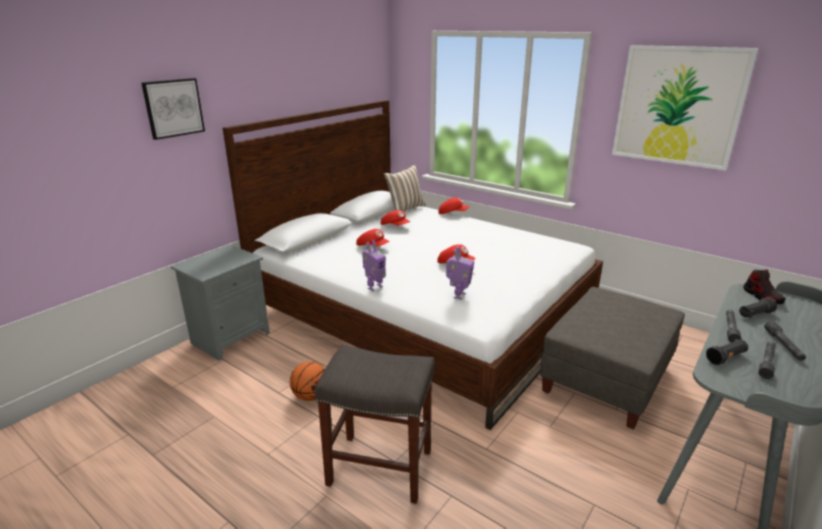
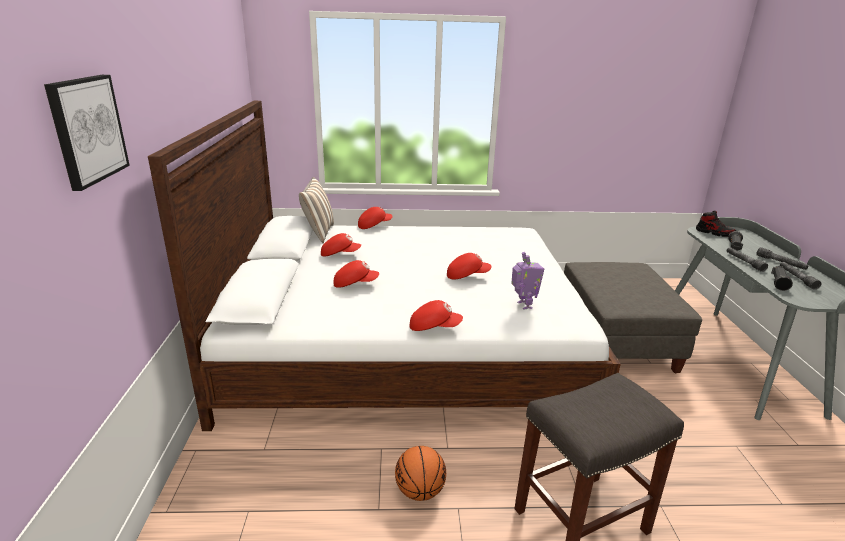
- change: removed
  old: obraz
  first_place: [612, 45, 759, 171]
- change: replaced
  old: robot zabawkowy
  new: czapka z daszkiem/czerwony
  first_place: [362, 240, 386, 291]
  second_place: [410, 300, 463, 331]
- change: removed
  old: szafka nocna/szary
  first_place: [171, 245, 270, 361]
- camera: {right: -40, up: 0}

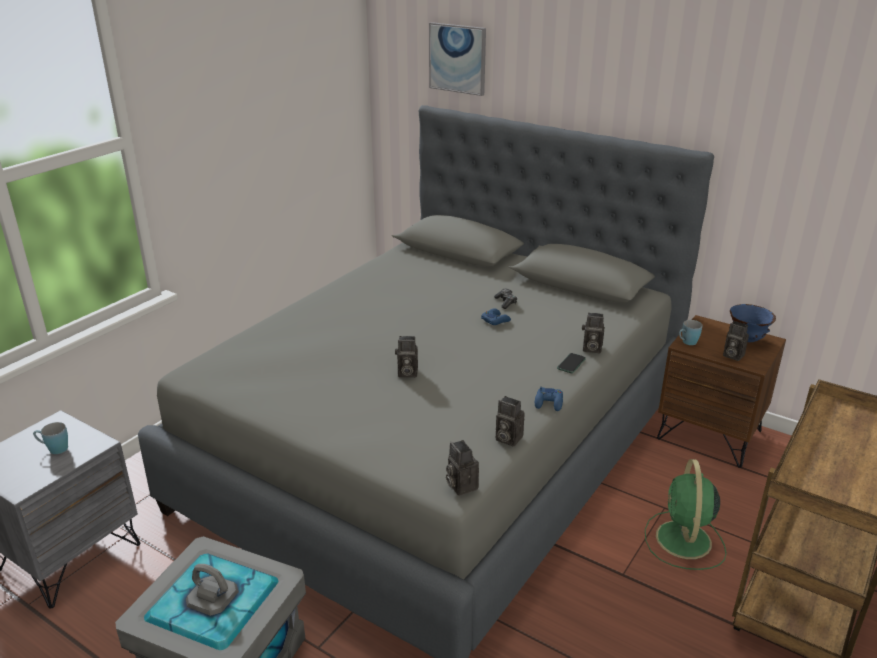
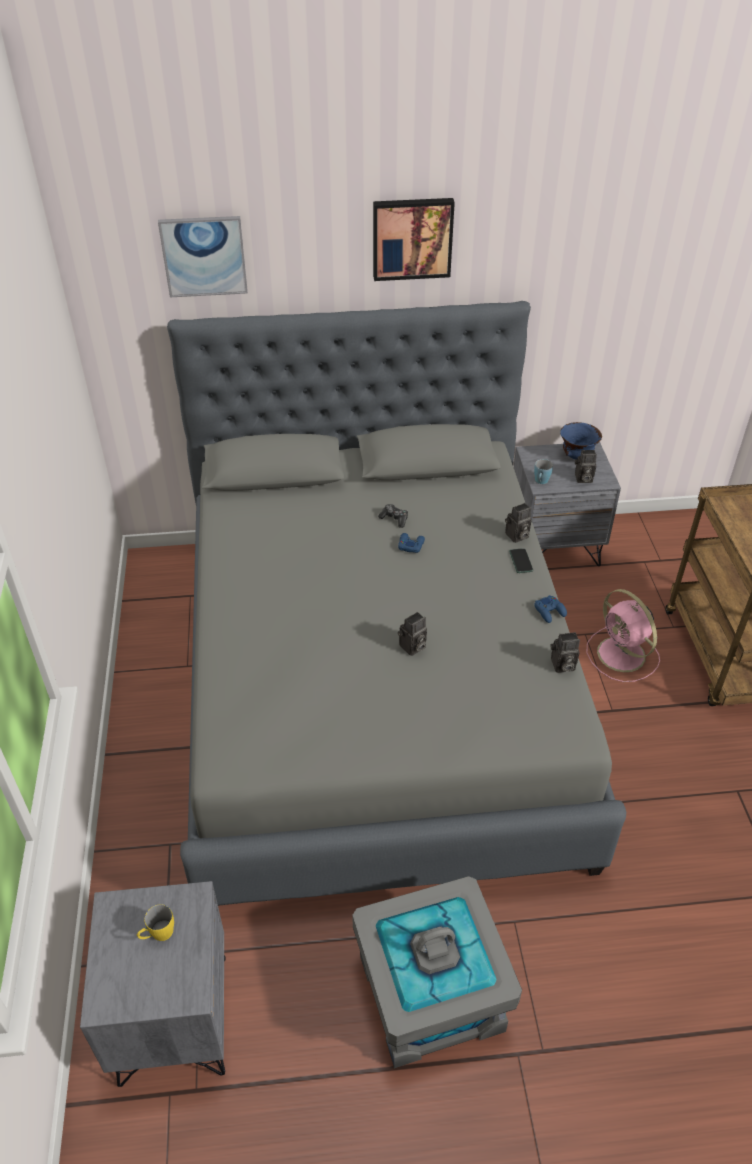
- change: recoloured
  old: szafka nocna/brązowy
  new: szafka nocna/szary
  first_place: [657, 315, 786, 468]
  second_place: [514, 442, 621, 566]
- change: recoloured
  old: kubek/niebieski
  new: kubek/żółty
  first_place: [33, 422, 68, 454]
  second_place: [137, 904, 174, 941]
- change: removed
  old: aparat fotograficzny
  first_place: [446, 440, 479, 496]
- change: recoloured
  old: wentylator/zielony
  new: wentylator/różowy
  first_place: [645, 459, 727, 570]
  second_place: [586, 589, 660, 682]
- change: added
  new: obraz
  second_place: [373, 198, 455, 281]
- camera: {right: -40, up: 15}

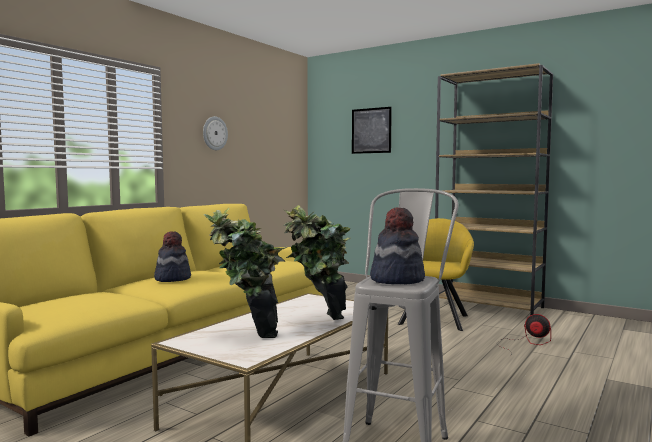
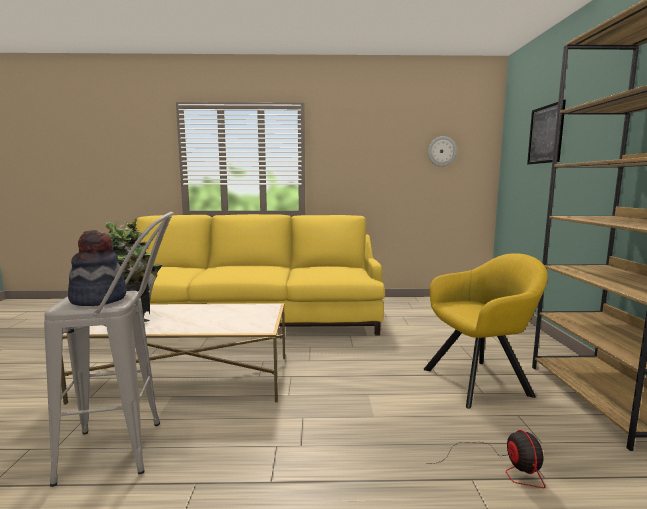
- change: moved
  old: zegar ścienny
  first_place: [203, 116, 228, 150]
  second_place: [428, 136, 457, 167]
- change: removed
  old: roślina doniczkowa
  first_place: [284, 205, 350, 320]
- change: removed
  old: kapelusz
  first_place: [154, 231, 191, 282]
- camera: {right: 55, up: 5}

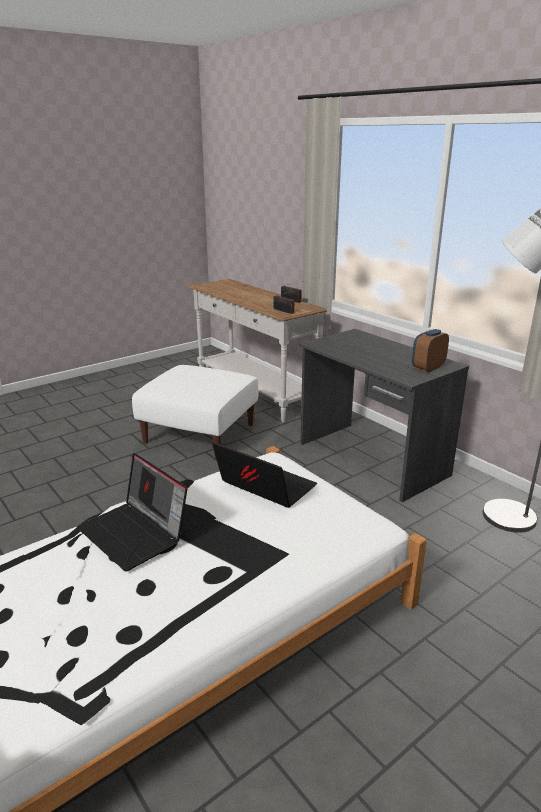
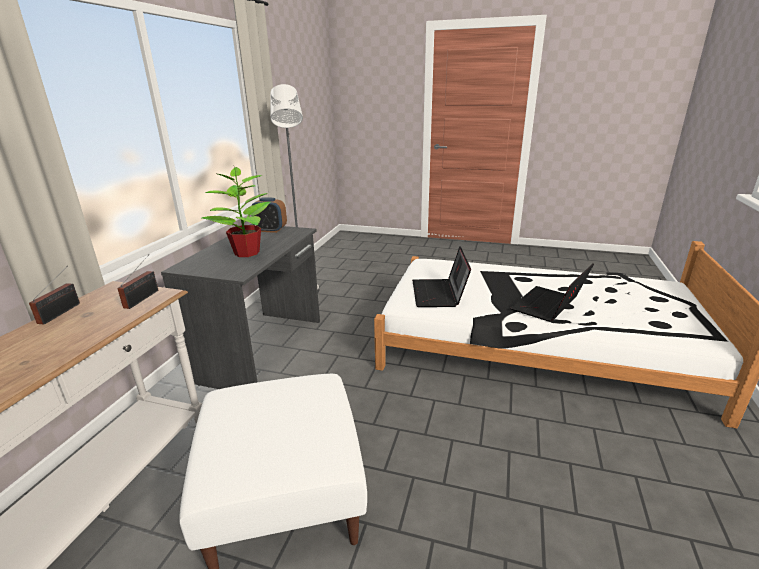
- change: turned
  old: laptop
  first_place: [77, 453, 188, 572]
  second_place: [510, 263, 594, 322]
  degrees: -150
- change: added
  new: roślina doniczkowa
  second_place: [202, 165, 271, 257]
- camera: {right: -125, up: 0}

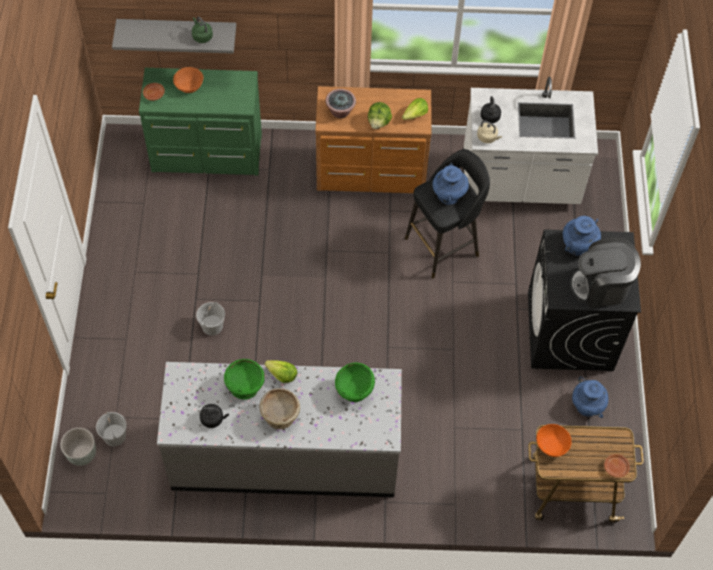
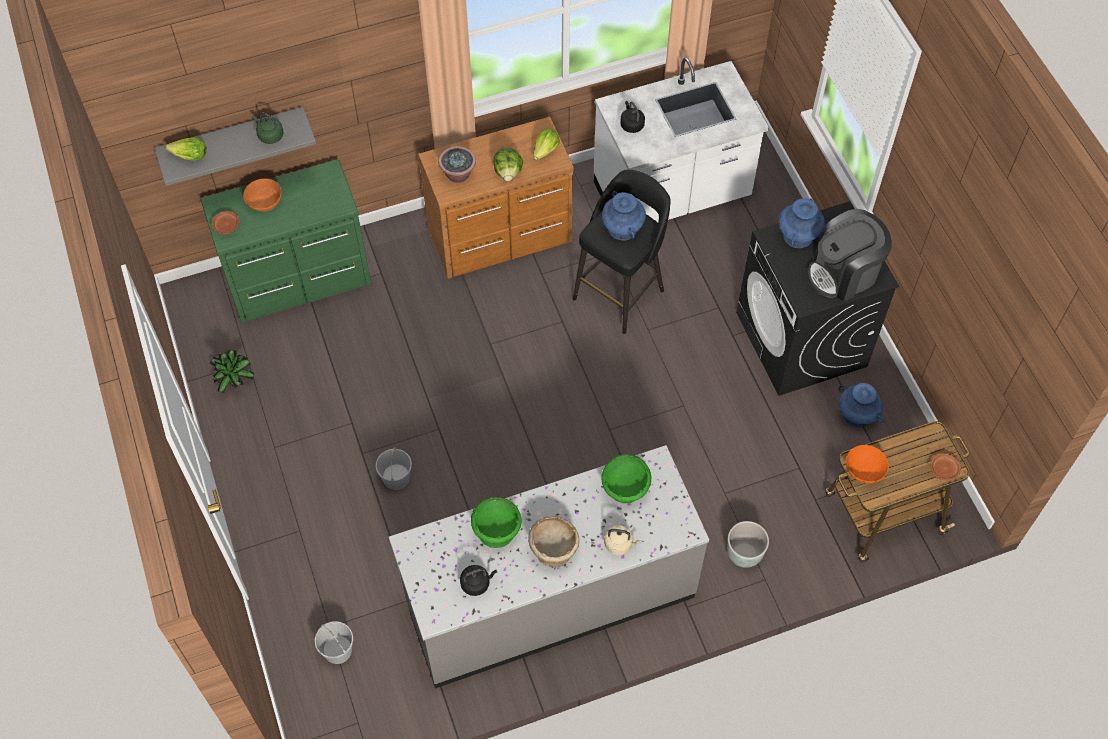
- change: moved
  old: czajnik/beżowy
  first_place: [477, 120, 502, 143]
  second_place: [604, 525, 641, 555]
- change: moved
  old: sałata
  first_place: [265, 360, 298, 383]
  second_place: [166, 138, 207, 161]
- change: moved
  old: donica/szary
  first_place: [61, 428, 96, 466]
  second_place: [727, 521, 769, 568]
- change: added
  new: roślina doniczkowa
  second_place: [209, 350, 254, 394]
- camera: {right: -20, up: 0}

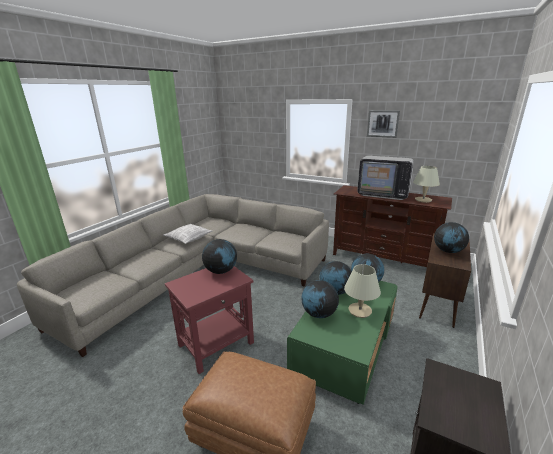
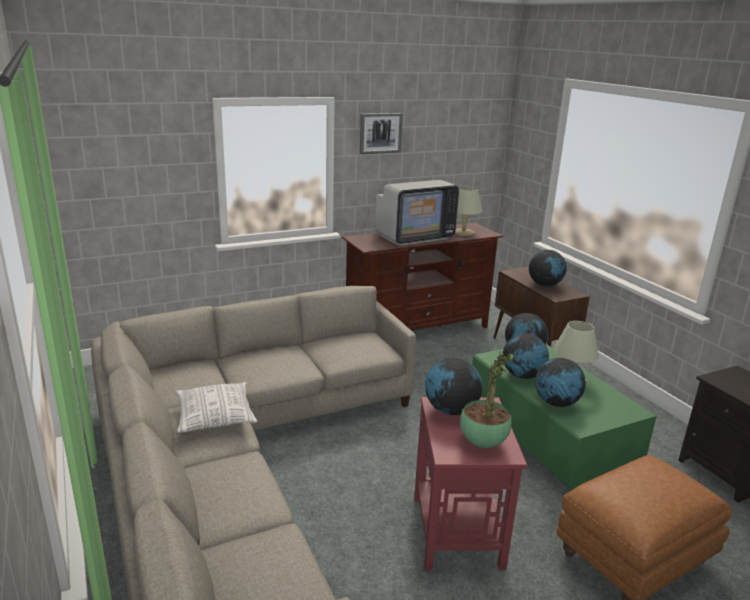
- change: added
  new: roślina doniczkowa
  second_place: [460, 352, 514, 448]
- camera: {right: -55, up: 0}

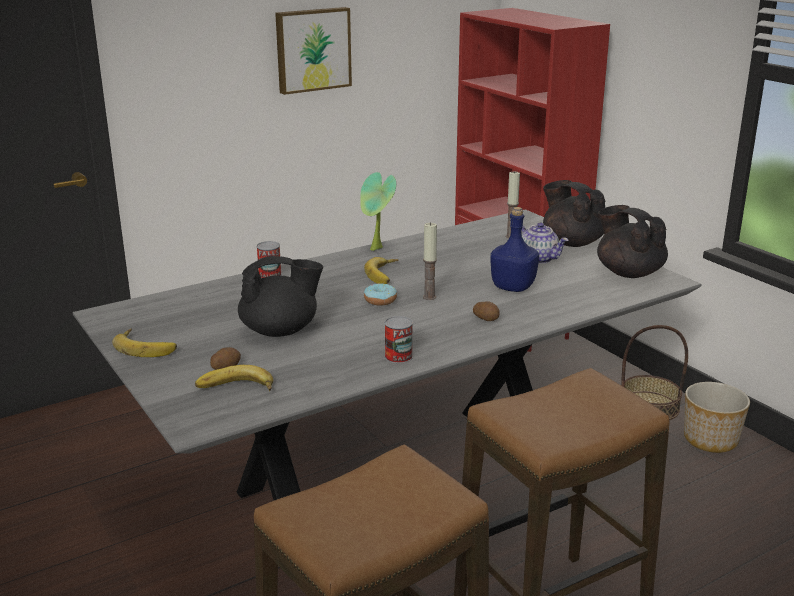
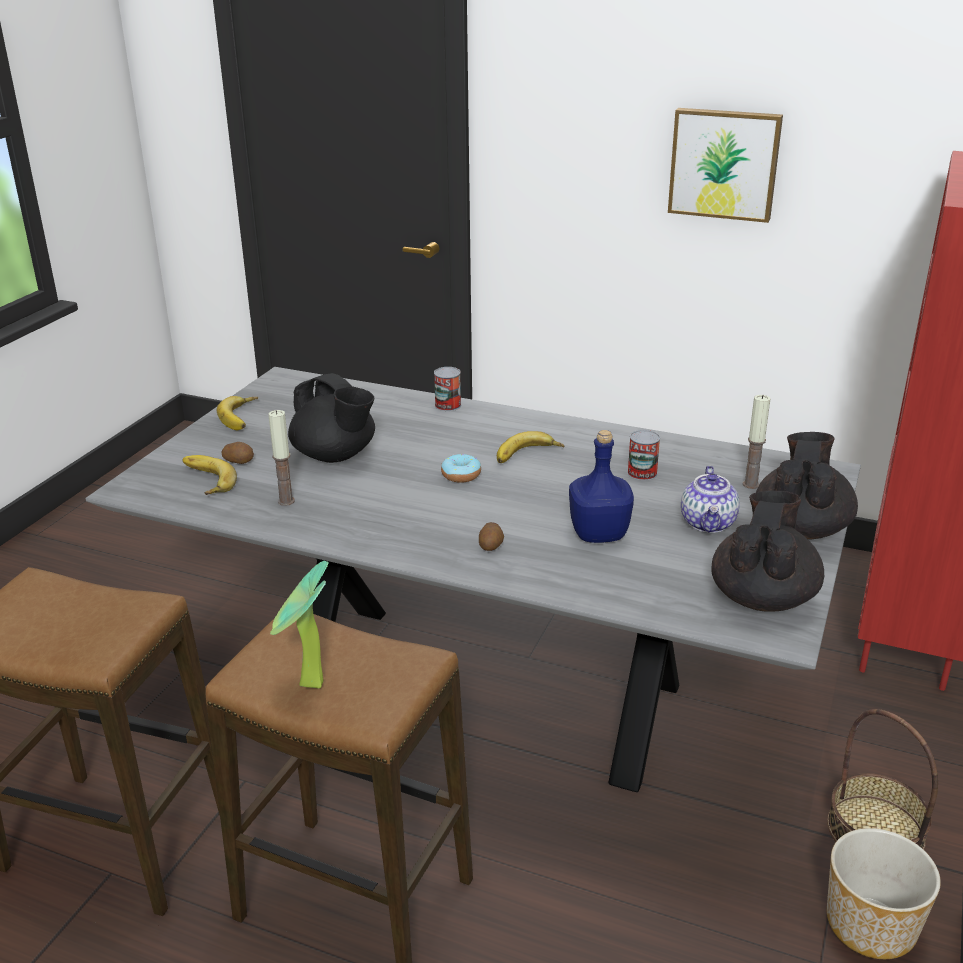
- change: moved
  old: roślina doniczkowa
  first_place: [360, 172, 396, 251]
  second_place: [270, 561, 329, 688]
- change: moved
  old: świeca
  first_place: [423, 222, 437, 300]
  second_place: [268, 410, 295, 506]
- change: moved
  old: puszka
  first_place: [385, 316, 413, 363]
  second_place: [627, 430, 660, 481]
- camera: {right: 55, up: 5}

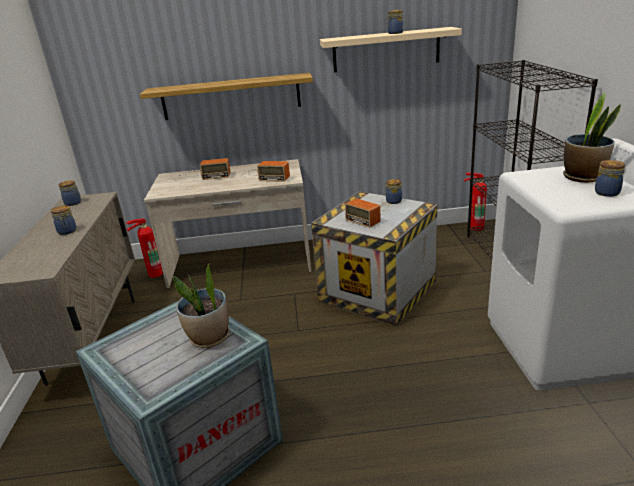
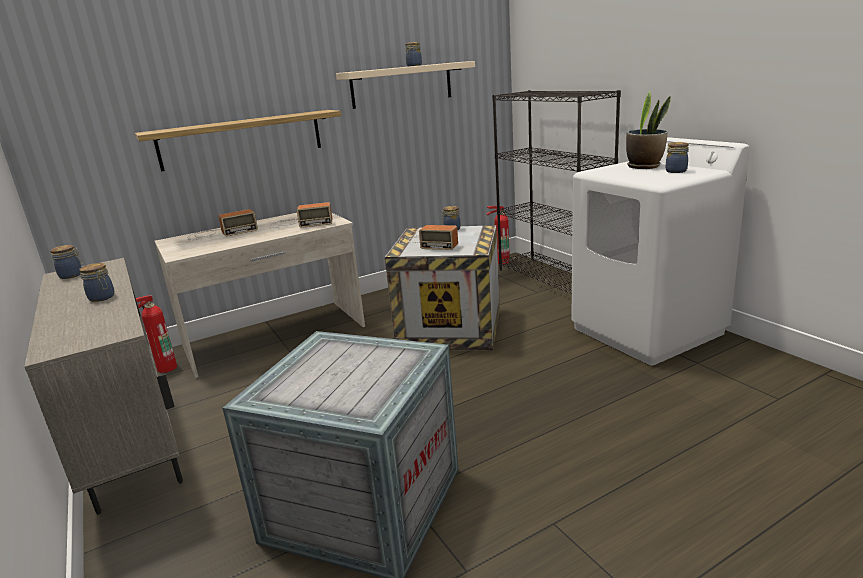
- change: removed
  old: roślina doniczkowa
  first_place: [173, 263, 229, 348]
- camera: {right: -25, up: -5}

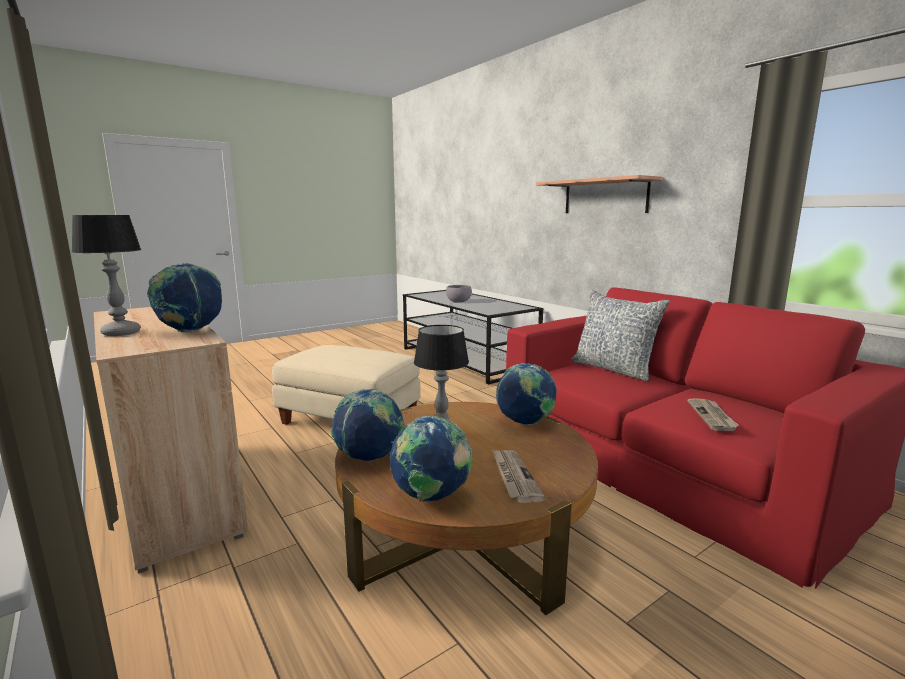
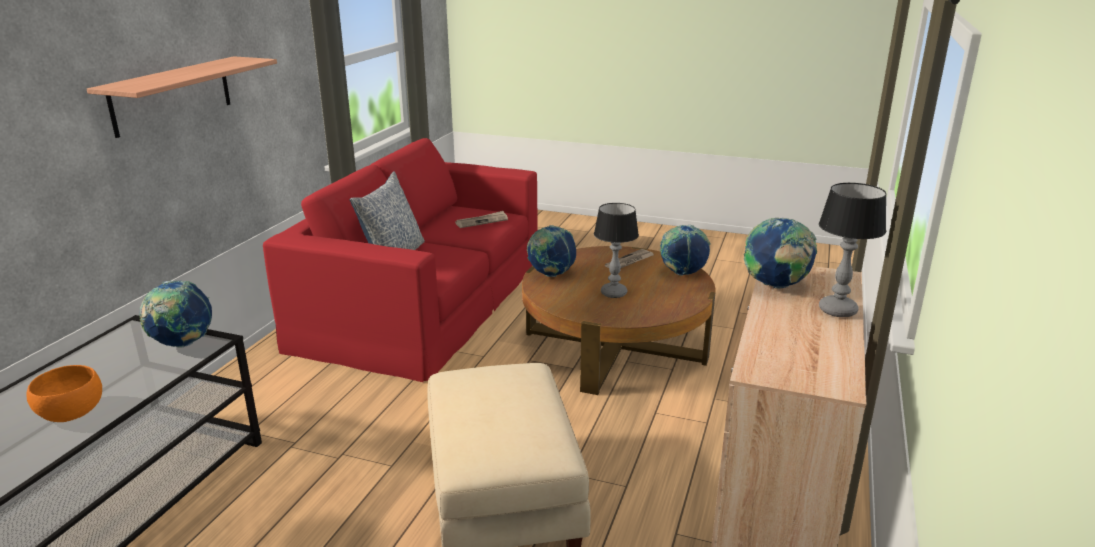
- change: recoloured
  old: miska/szary
  new: miska/pomarańczowy
  first_place: [446, 285, 472, 303]
  second_place: [26, 365, 102, 422]
- change: moved
  old: globus
  first_place: [331, 389, 404, 462]
  second_place: [139, 281, 212, 347]
- camera: {right: -125, up: 10}

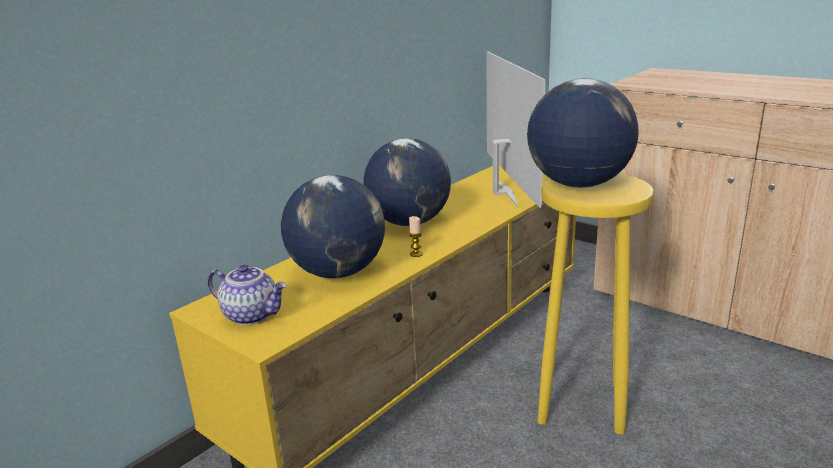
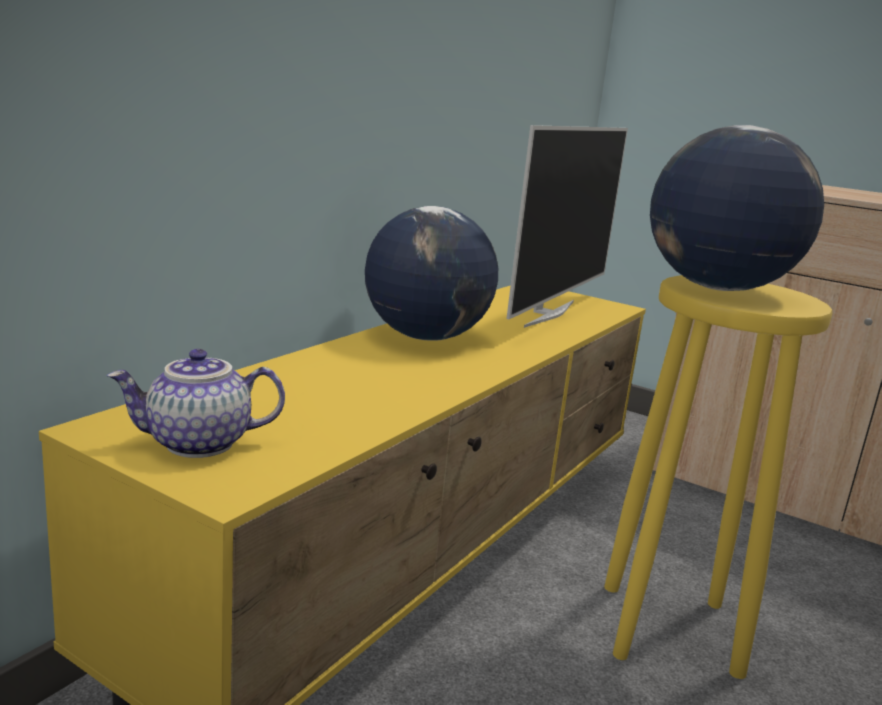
- change: turned
  old: telewizor
  first_place: [487, 51, 546, 208]
  second_place: [506, 125, 628, 328]
  degrees: 45
- change: removed
  old: globus
  first_place: [281, 175, 385, 278]
- change: removed
  old: świeca
  first_place: [409, 216, 423, 257]
- change: turned
  old: imbryk
  first_place: [207, 265, 287, 325]
  second_place: [107, 349, 285, 458]
  degrees: 150
- camera: {right: -10, up: -5}

